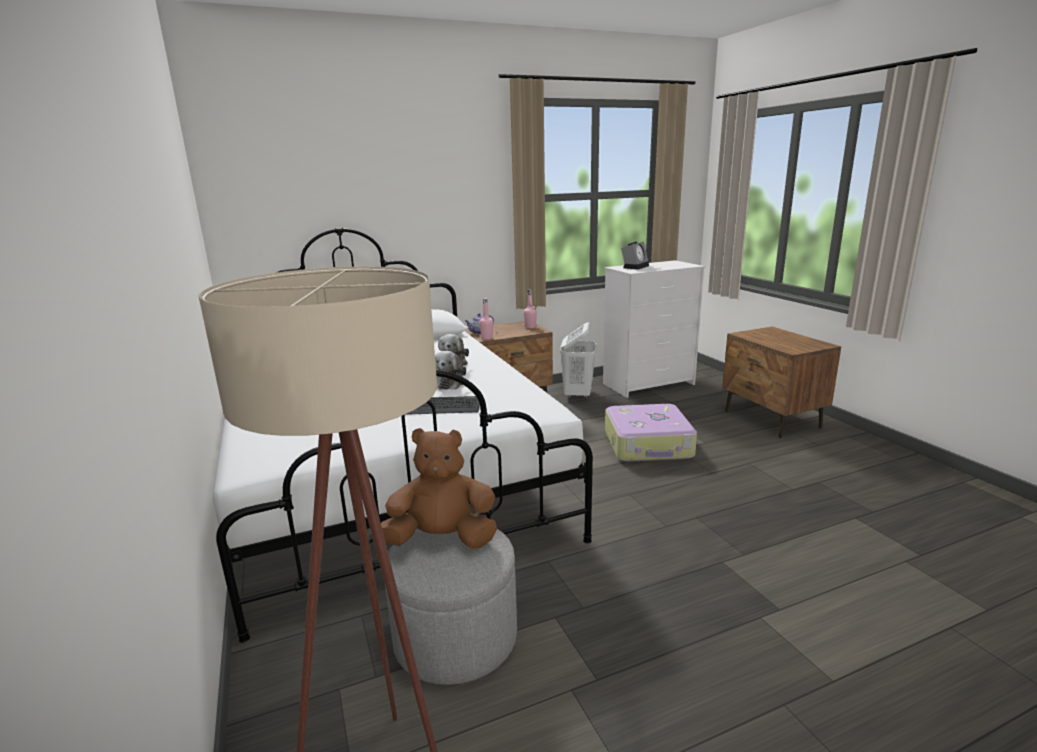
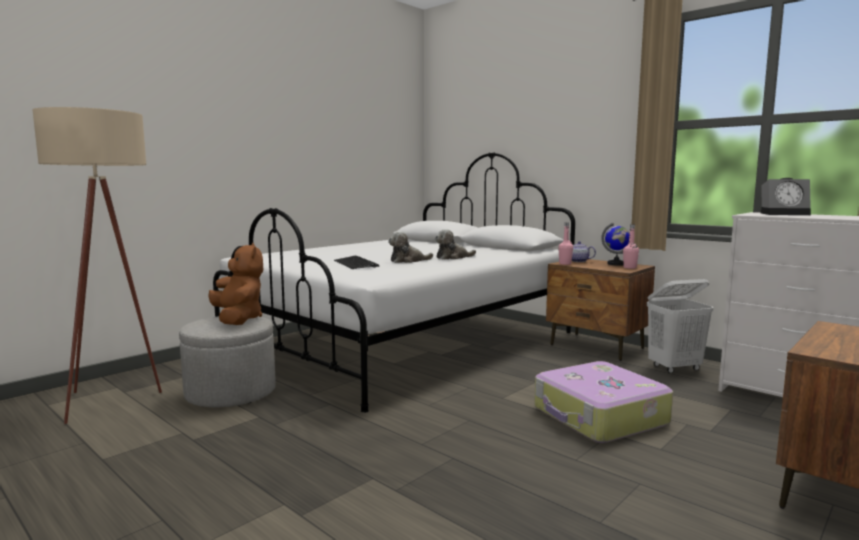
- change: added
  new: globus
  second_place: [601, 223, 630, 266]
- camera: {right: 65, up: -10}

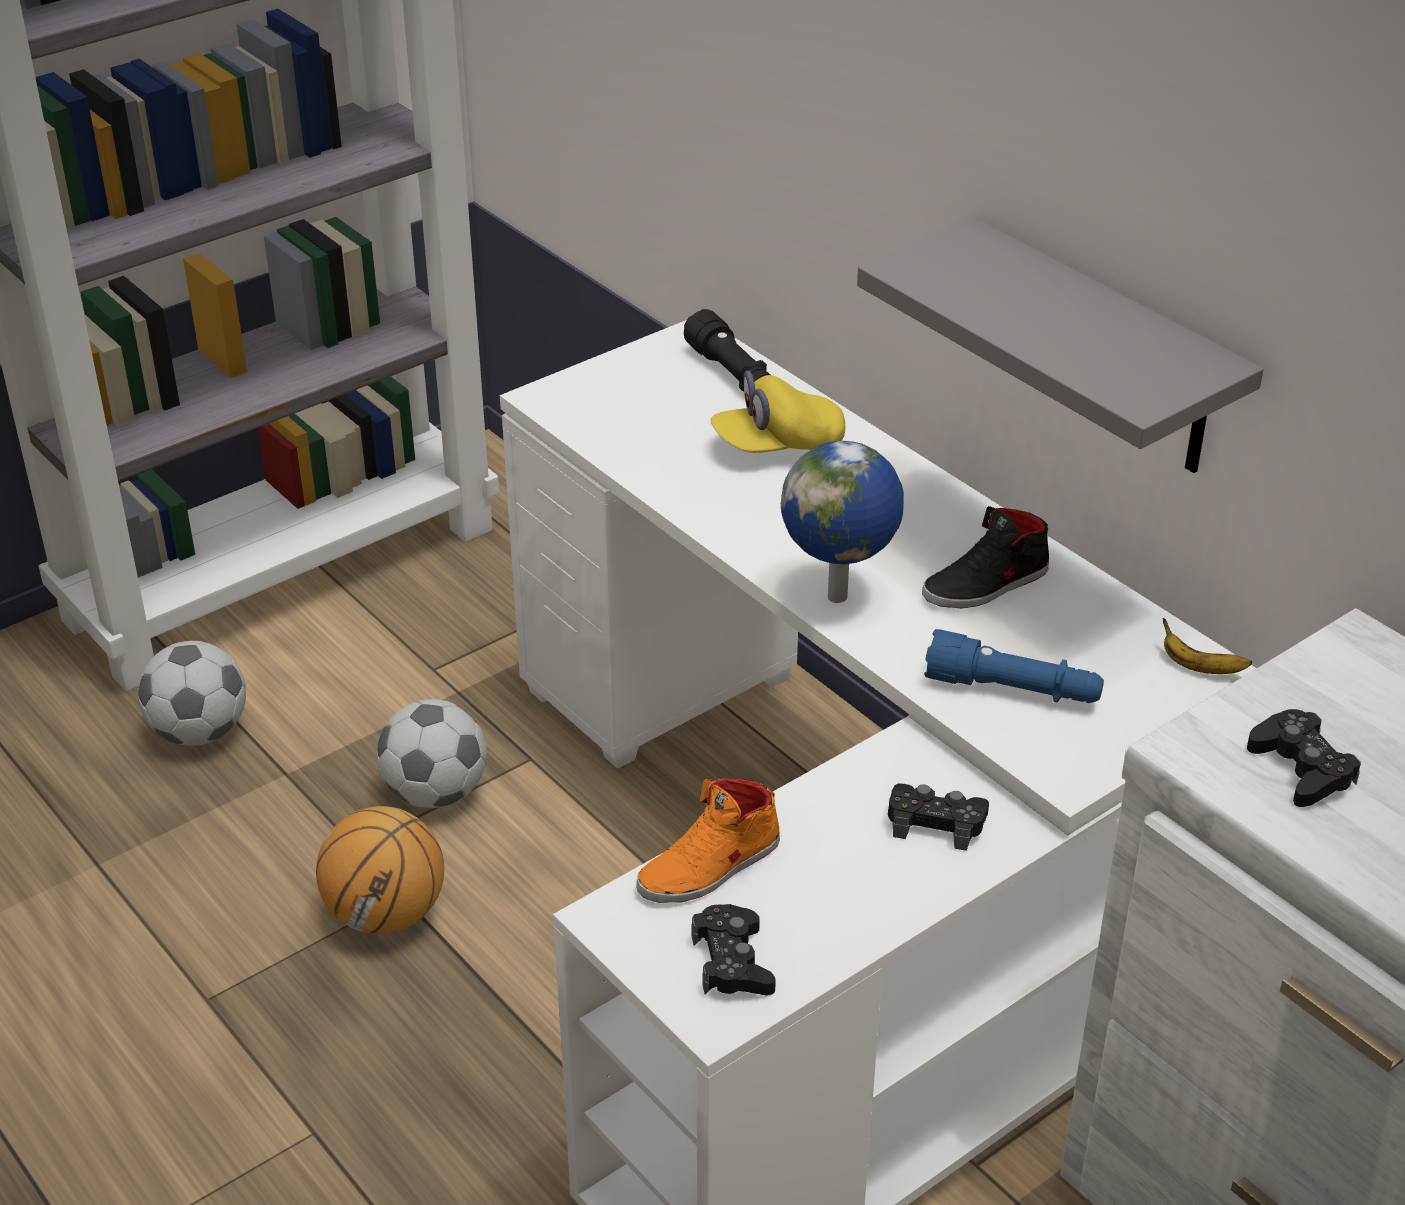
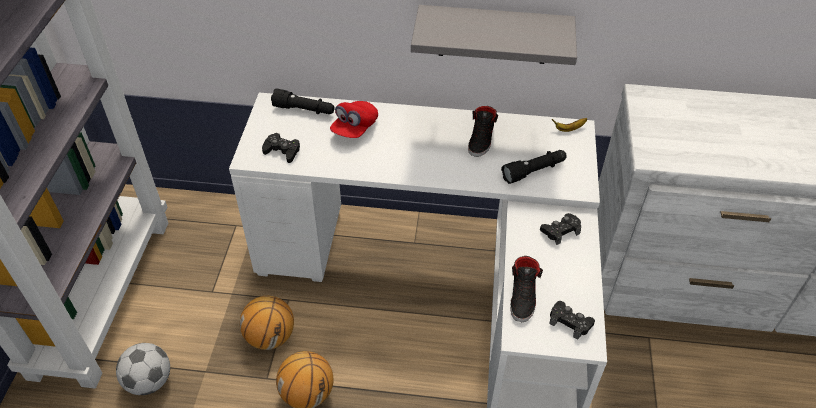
- change: recoloured
  old: czapka z daszkiem/żółty
  new: czapka z daszkiem/czerwony
  first_place: [711, 371, 845, 453]
  second_place: [330, 101, 378, 138]
- change: removed
  old: globus
  first_place: [781, 441, 904, 603]
- change: recoloured
  old: latarka/niebieski
  new: latarka/czarny
  first_place: [924, 629, 1104, 703]
  second_place: [501, 150, 567, 184]
- change: replaced
  old: piłka futbolowa
  new: piłka do koszykówki
  first_place: [377, 699, 487, 808]
  second_place: [240, 296, 294, 350]
- change: moved
  old: pad do gier/czarny
  first_place: [1247, 709, 1361, 807]
  second_place: [262, 133, 300, 163]
- change: recoloured
  old: but/pomarańczowy
  new: but/czarny
  first_place: [636, 779, 780, 903]
  second_place: [510, 256, 543, 322]
- camera: {right: -45, up: 10}

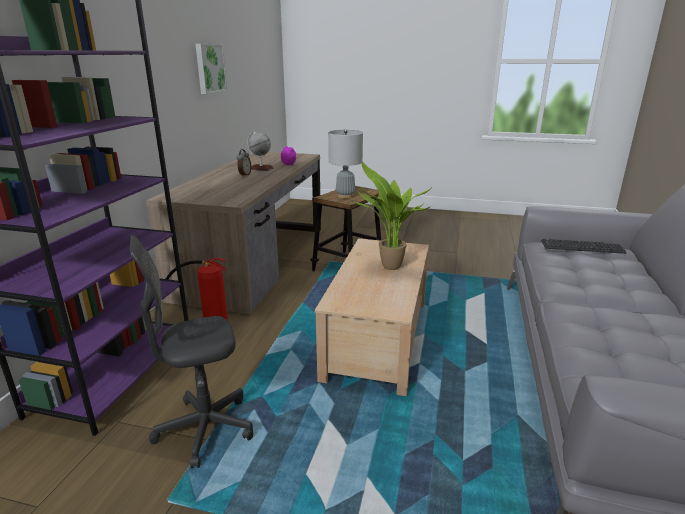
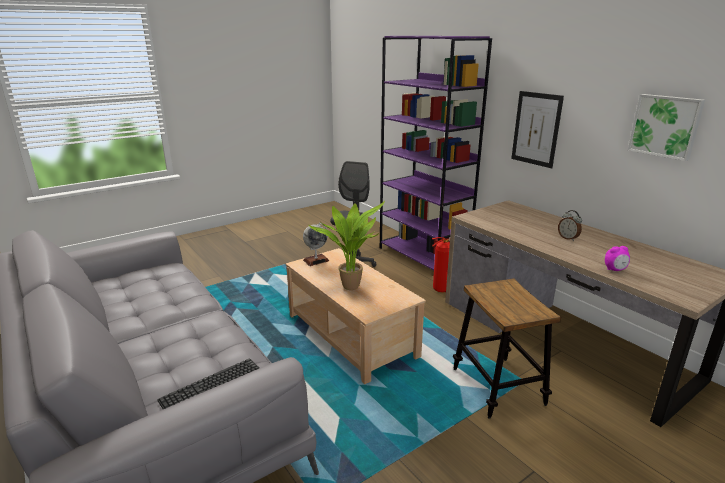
- change: removed
  old: lampa stołowa/szary
  first_place: [328, 129, 363, 199]
- change: moved
  old: globus
  first_place: [247, 131, 273, 171]
  second_place: [303, 223, 329, 266]
- change: added
  new: obraz
  second_place: [511, 91, 564, 168]
- camera: {right: 130, up: 0}

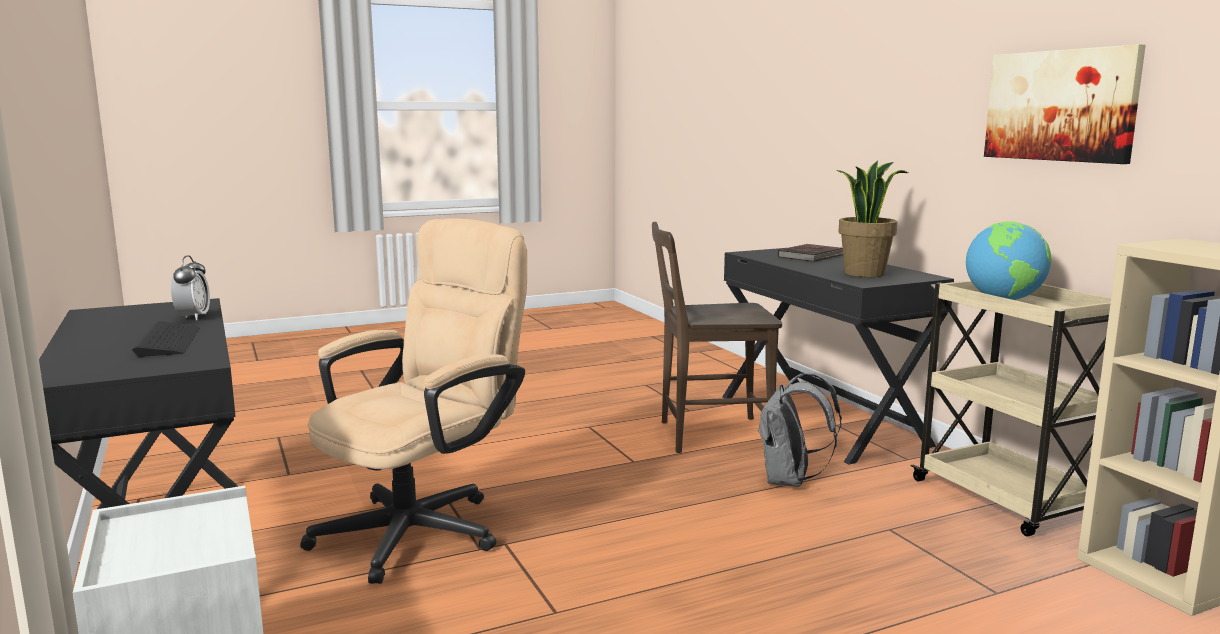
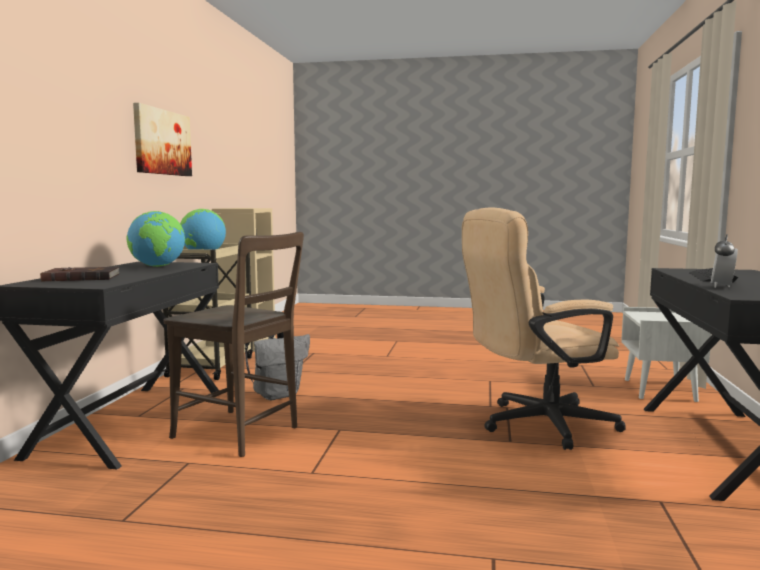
- change: replaced
  old: roślina doniczkowa
  new: globus
  first_place: [836, 160, 908, 277]
  second_place: [127, 211, 185, 267]
- camera: {right: -145, up: -5}

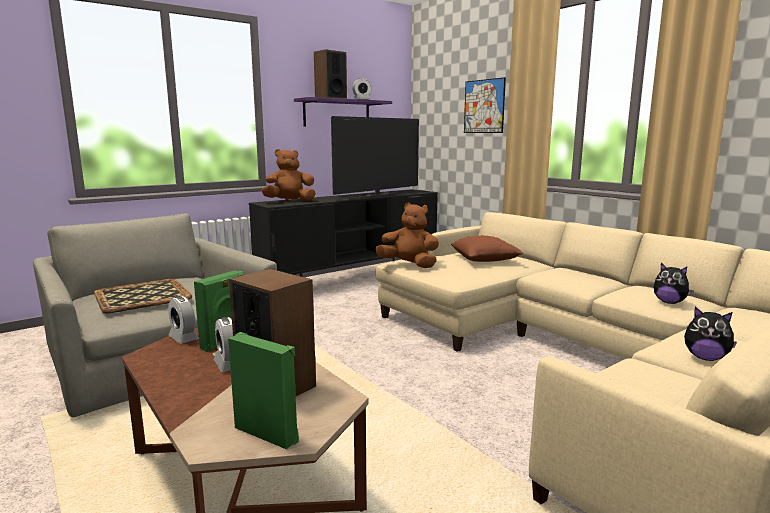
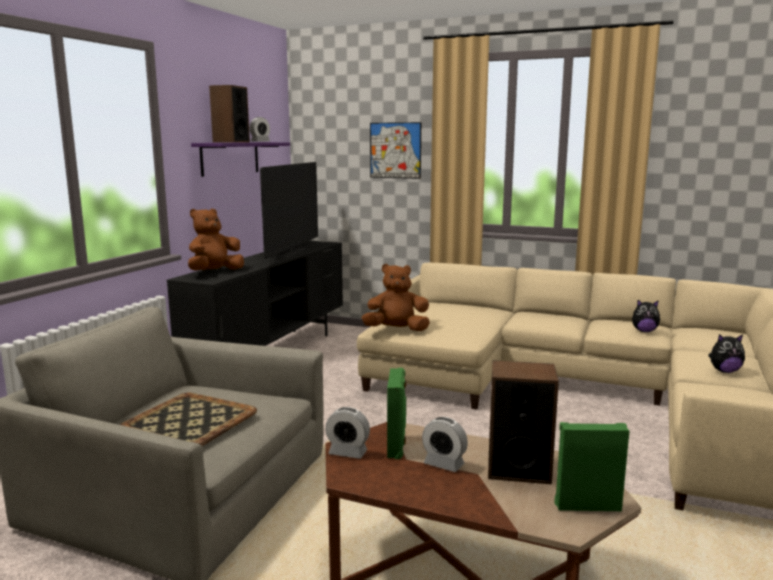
- change: removed
  old: poduszka/brązowy
  first_place: [451, 235, 524, 262]
- camera: {right: -30, up: 0}

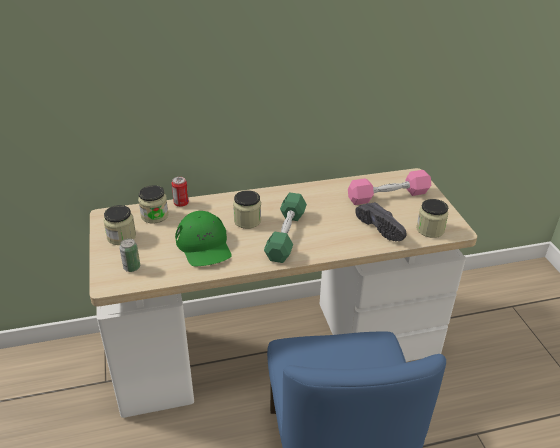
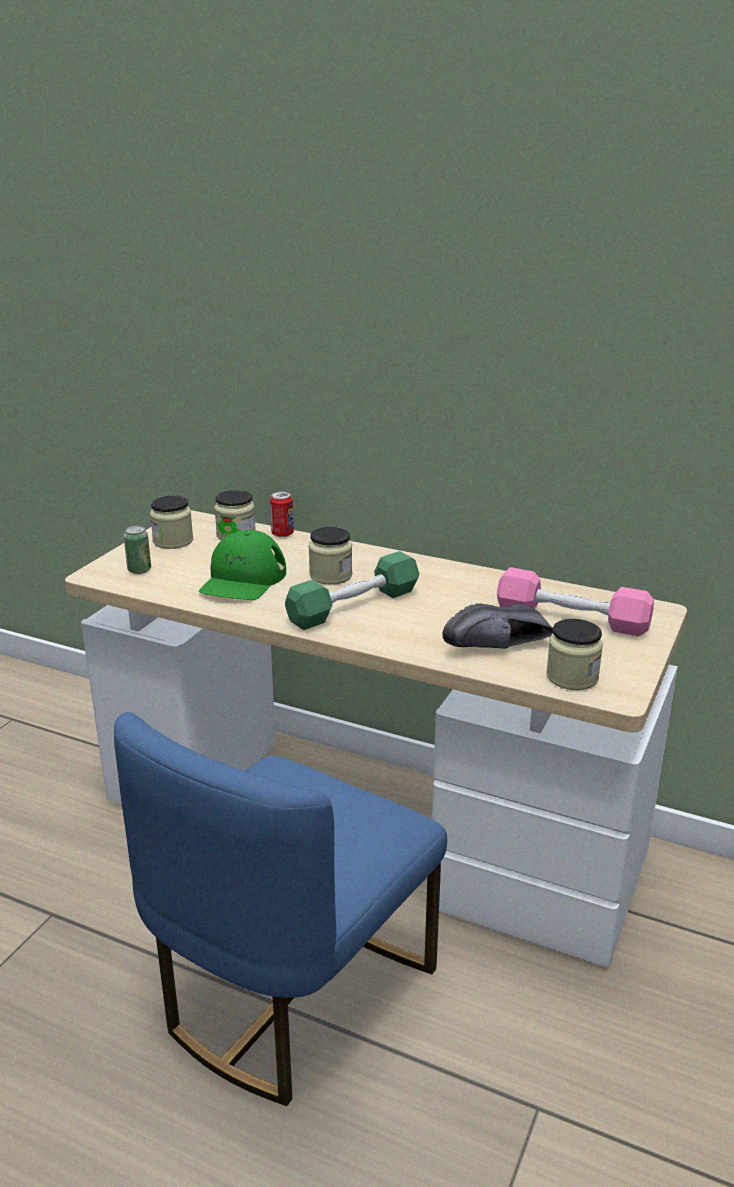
- change: turned
  old: but/czarny
  first_place: [355, 202, 407, 241]
  second_place: [443, 603, 553, 649]
  degrees: 60
- camera: {right: 40, up: -10}

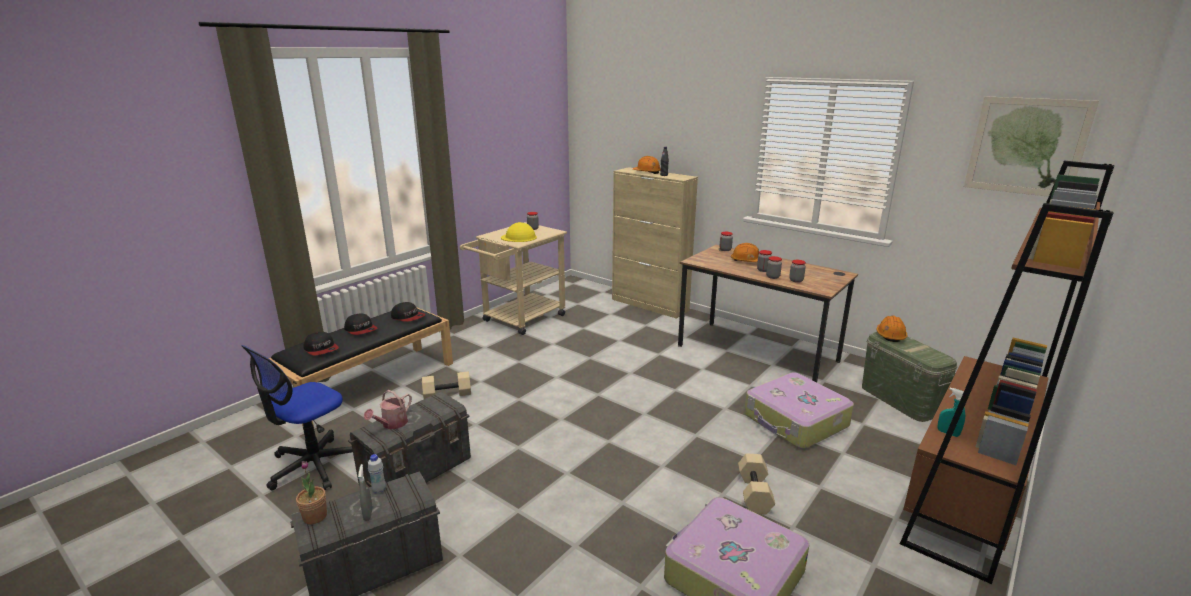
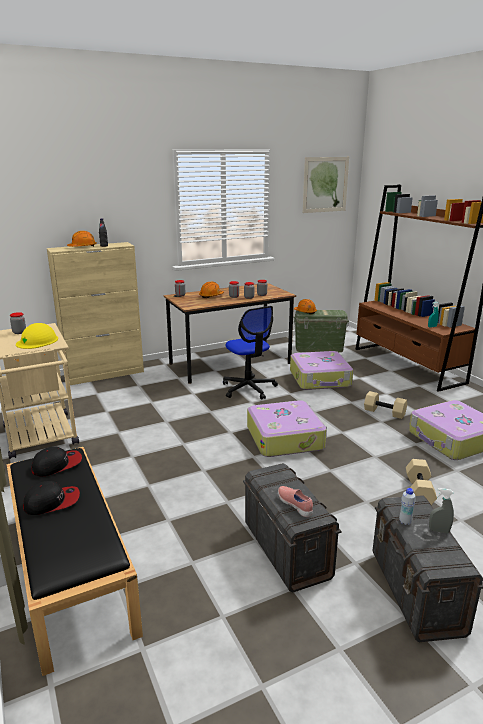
- change: removed
  old: czapka z daszkiem
  first_place: [304, 332, 339, 356]
- change: moved
  old: krzesło biurowe
  first_place: [241, 345, 353, 491]
  second_place: [223, 306, 278, 400]
- change: moved
  old: hantel/beżowy
  first_place: [422, 371, 471, 399]
  second_place: [406, 459, 437, 505]
- change: replaced
  old: konewka
  new: but/różowy
  first_place: [364, 390, 412, 429]
  second_place: [278, 486, 313, 517]
- change: removed
  old: roślina doniczkowa
  first_place: [296, 461, 327, 524]
- change: added
  new: walizka
  second_place: [247, 400, 327, 457]
- camera: {right: -65, up: 0}

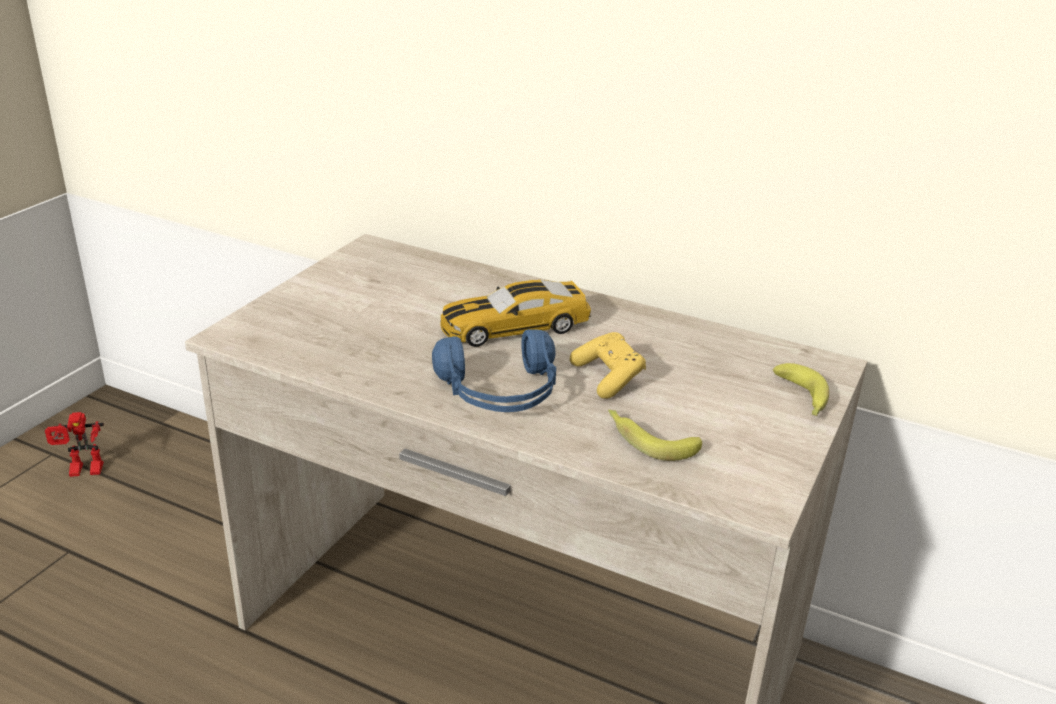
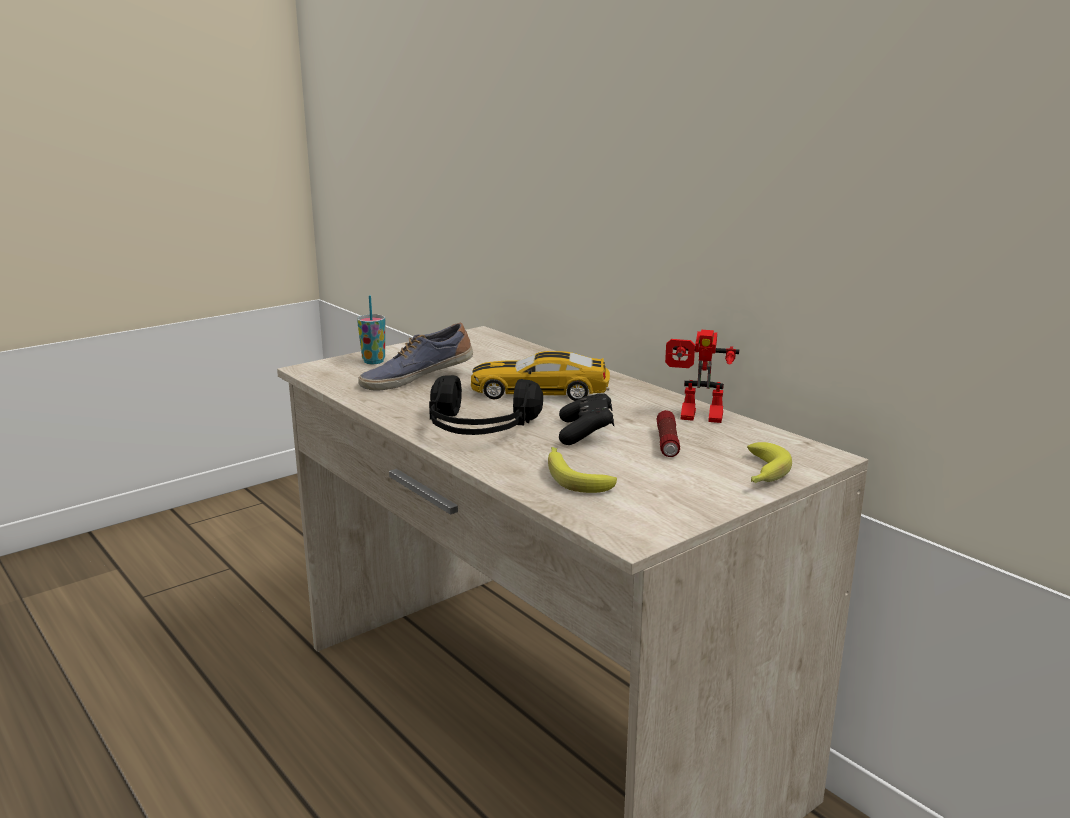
- change: recoloured
  old: słuchawki/niebieski
  new: słuchawki/czarny
  first_place: [432, 329, 556, 412]
  second_place: [429, 375, 543, 435]
- change: recoloured
  old: pad do gier/żółty
  new: pad do gier/czarny
  first_place: [570, 332, 646, 399]
  second_place: [559, 393, 614, 445]
- change: moved
  old: robot zabawkowy
  first_place: [45, 412, 104, 477]
  second_place: [665, 330, 739, 423]
- change: added
  new: filiżanka
  second_place: [357, 296, 385, 364]
- change: added
  new: but
  second_place: [358, 323, 473, 391]
- change: added
  new: latarka
  second_place: [657, 410, 680, 457]
- camera: {right: 25, up: -10}

